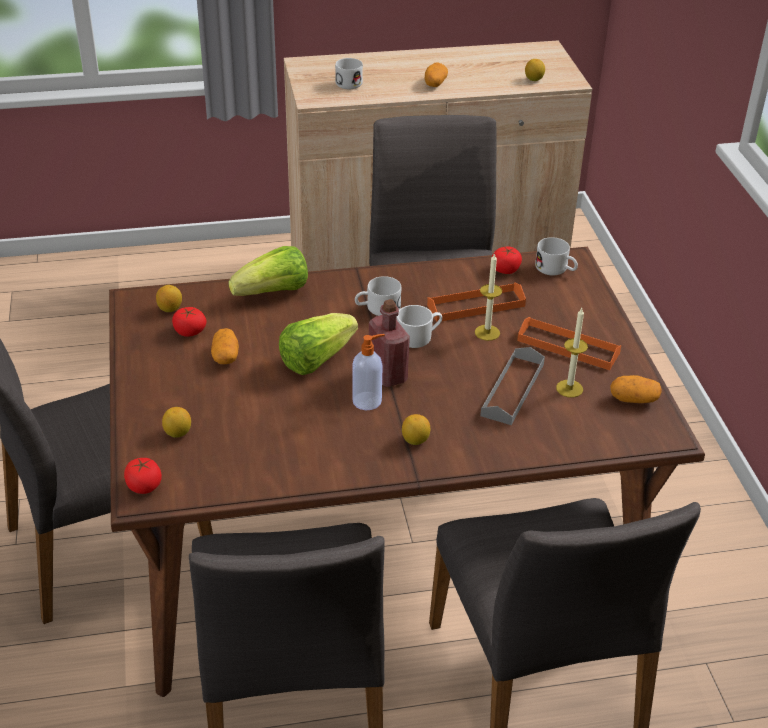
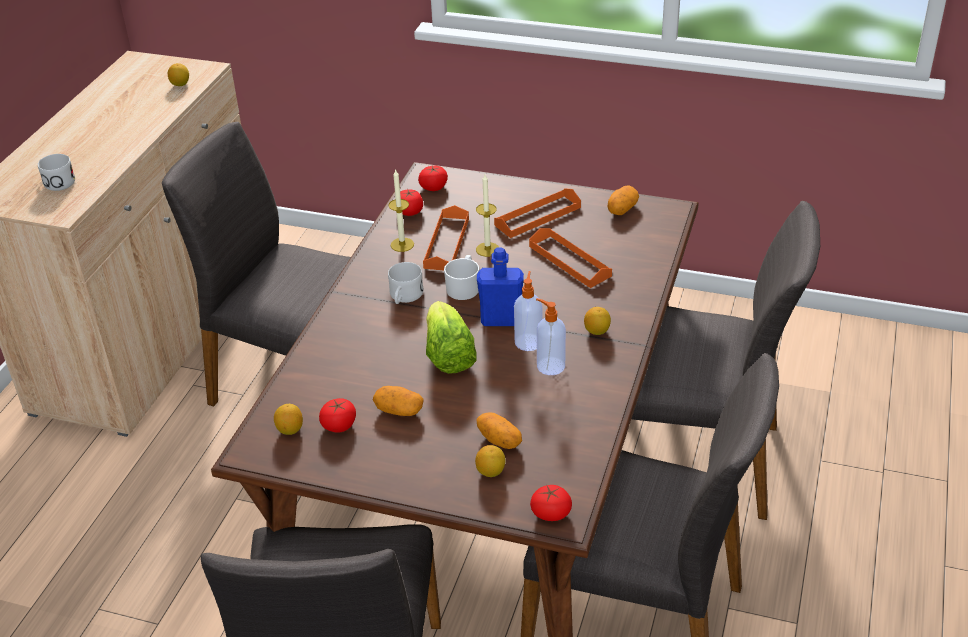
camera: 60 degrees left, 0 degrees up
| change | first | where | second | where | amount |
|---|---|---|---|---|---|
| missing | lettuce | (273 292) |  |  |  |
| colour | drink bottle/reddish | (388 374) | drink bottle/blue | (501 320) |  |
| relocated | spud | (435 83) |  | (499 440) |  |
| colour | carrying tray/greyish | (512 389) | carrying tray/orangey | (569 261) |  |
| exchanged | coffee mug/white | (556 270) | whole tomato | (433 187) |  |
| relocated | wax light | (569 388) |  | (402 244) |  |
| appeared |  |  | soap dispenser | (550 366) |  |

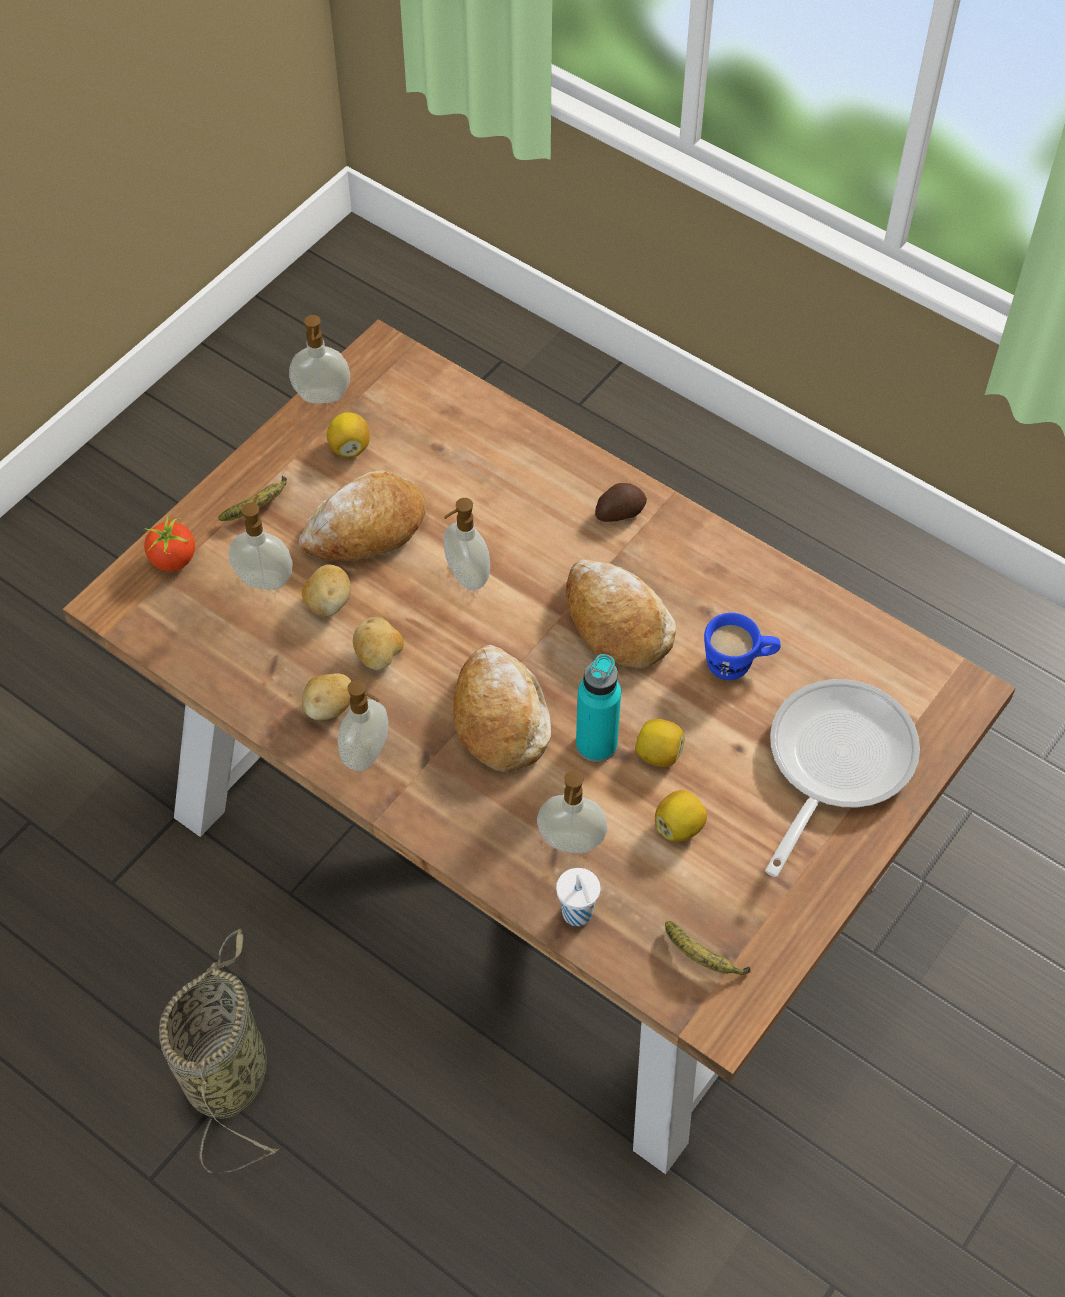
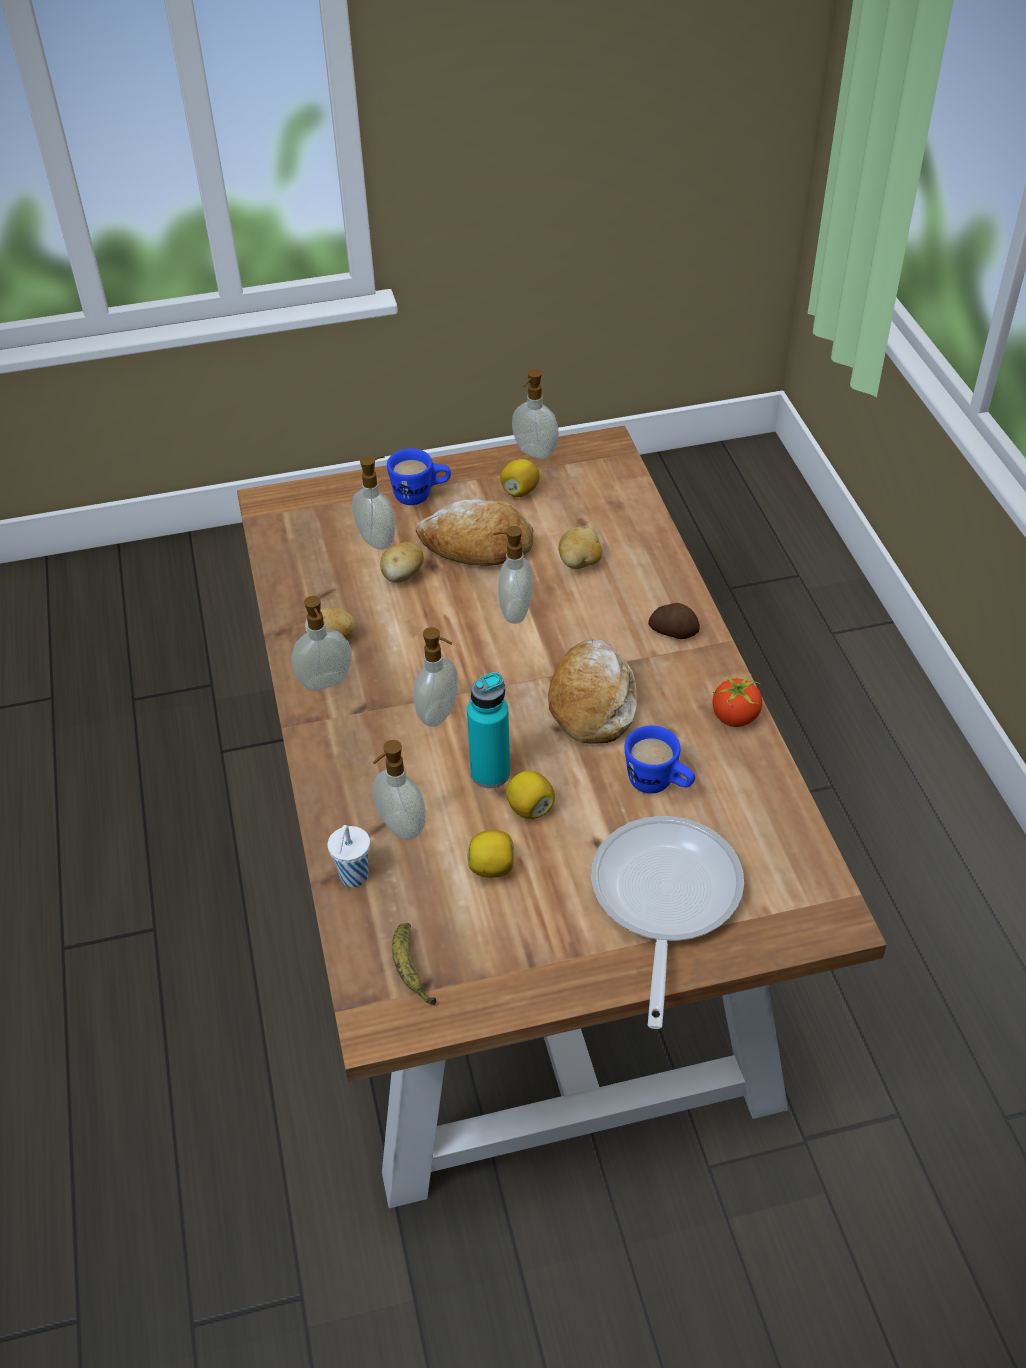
camera: 40 degrees right, 10 degrees down
| change | first | where | second | where | amount |
|---|---|---|---|---|---|
| relocated | whole tomato | (173 560) |  | (734 717) |  |
| missing | basket | (228 1069) |  |  |  |
| exchanged | banana | (259 507) | coffee mug/blue | (421 495) |  |
| relocated | spud | (379 656) |  | (580 563) |  |
| exchanged | bread | (499 718) | soap dispenser | (439 714) |  |
| spun | pan | (833 763) |  | (663 901) | 60 degrees counterclockwise |

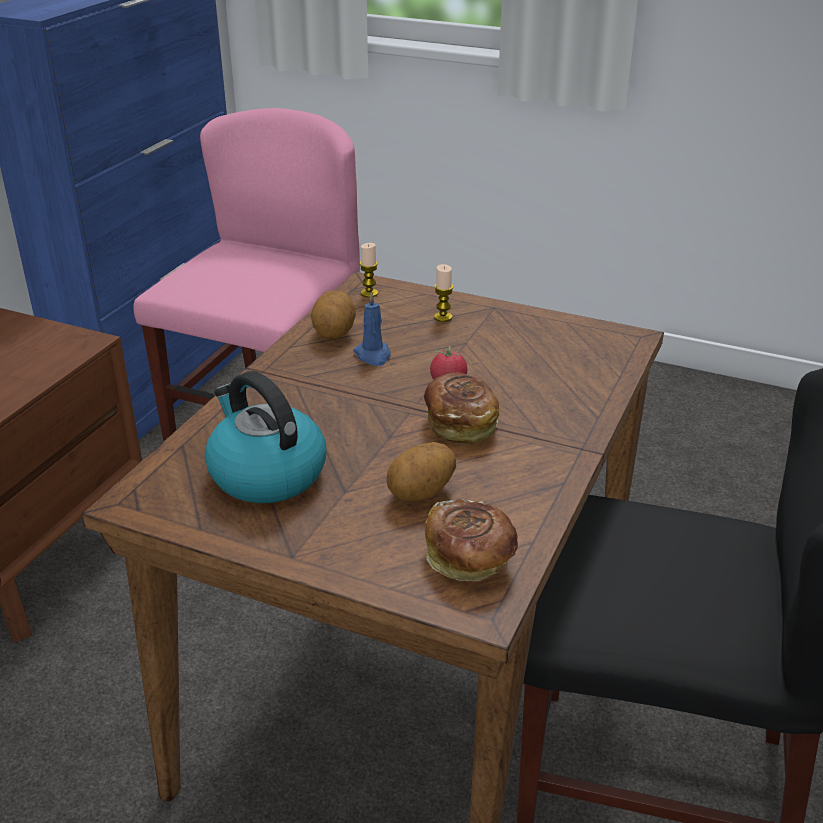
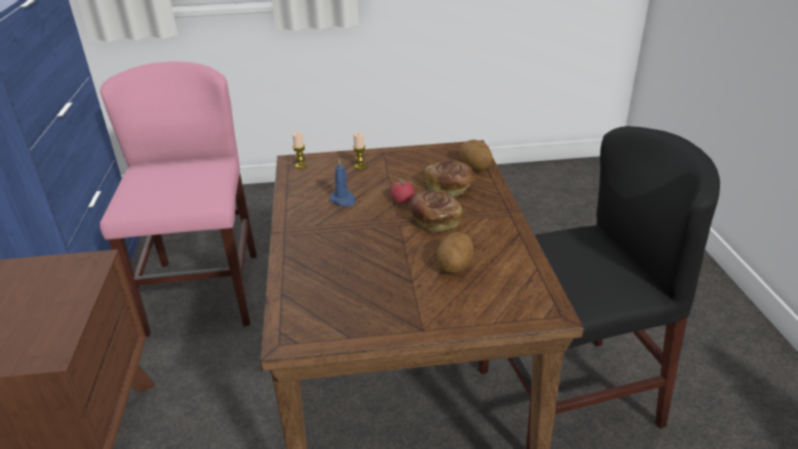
camera: 30 degrees left, 0 degrees up
| change | first | where | second | where | amount |
|---|---|---|---|---|---|
| missing | kettle | (265 474) |  |  |  |
| relocated | spud | (334 333) |  | (475 167) |  |
| relocated | bread | (470 559) |  | (450 189) |  |

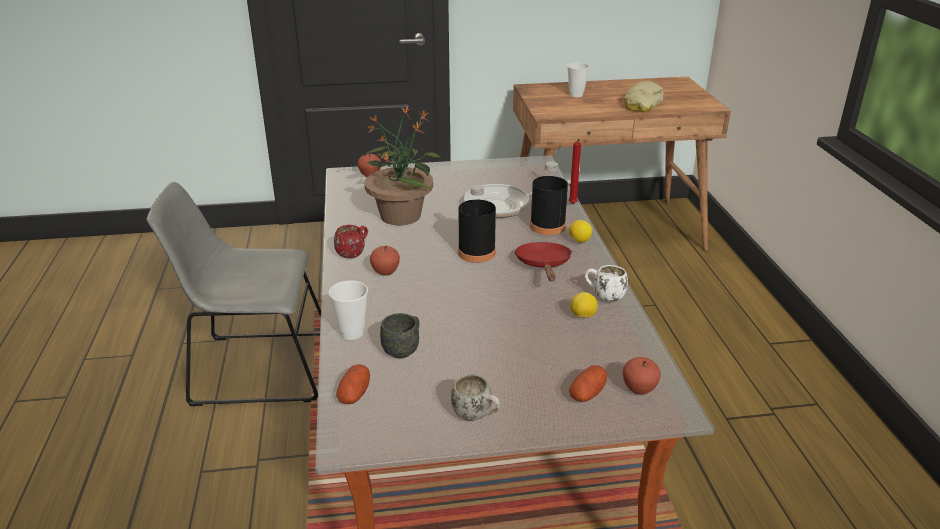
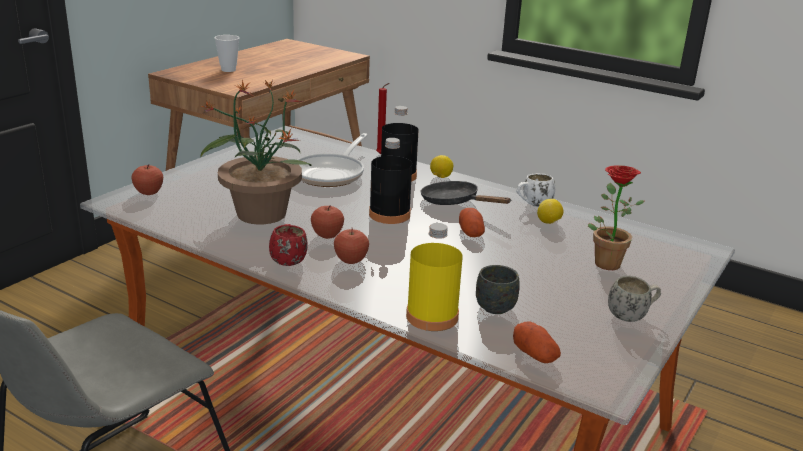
camera: 50 degrees left, 5 degrees down
| change | first | where | second | where | amount |
|---|---|---|---|---|---|
| exchanged | small cup | (352 333) | drink bottle/yellow | (432 316) |  |
| colour | pan/reddish | (543 265) | pan/black-coloured | (454 202) |  |
| relocated | spud | (587 393) |  | (471 232) |  |
| missing | bread | (641 104) |  |  |  |
| relocated | apple | (639 388) |  | (327 235) |  |
| appeared |  |  | houseplant | (604 261) |  |

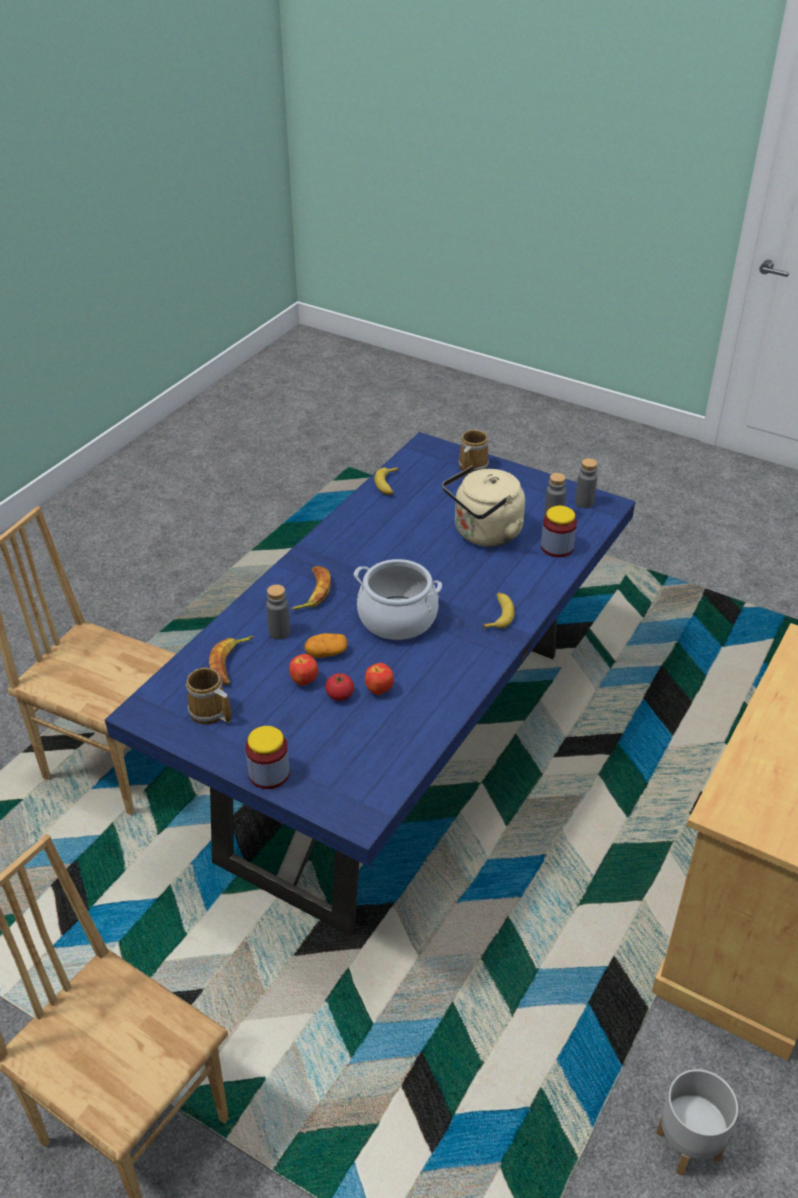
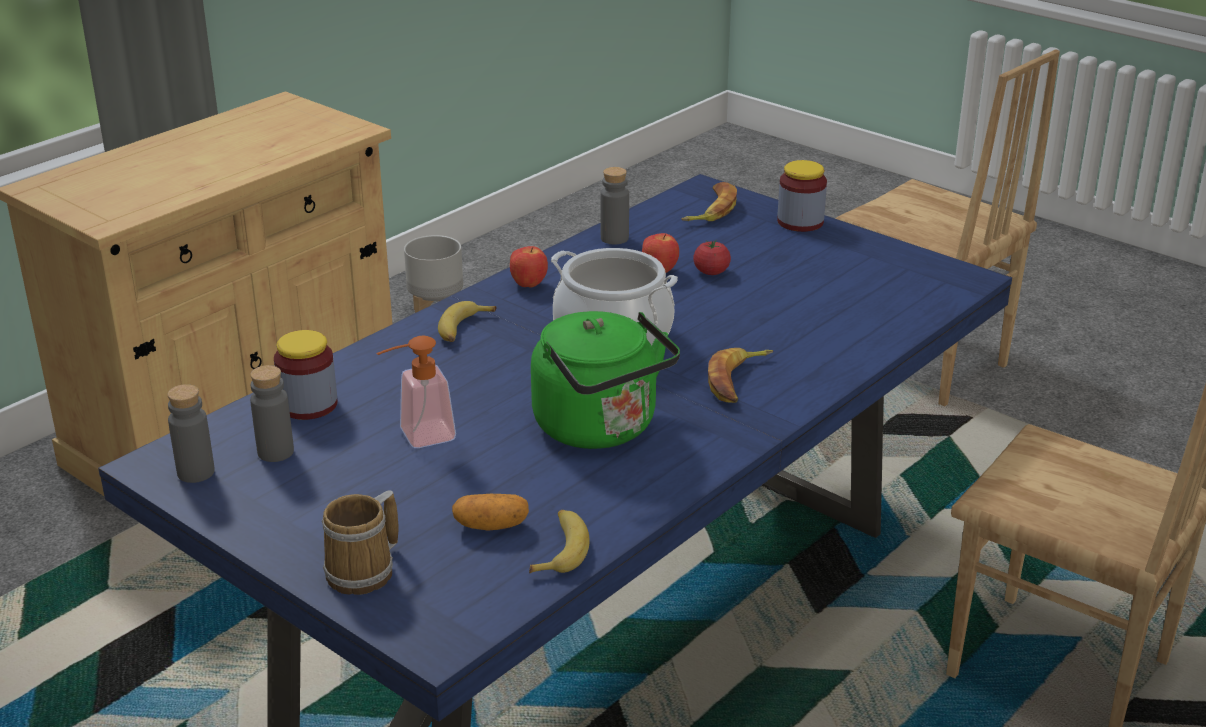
camera: 170 degrees left, 10 degrees down
| change | first | where | second | where | amount |
|---|---|---|---|---|---|
| missing | coffee mug | (209 713) |  |  |  |
| relocated | banana | (231 663) |  | (711 209) |  |
| relocated | drink bottle/greyish | (279 632) |  | (614 238) |  |
| relocated | apple | (304 681) |  | (529 285) |  |
| relocated | spud | (326 653) |  | (491 526) |  |
| exchanged | kettle/beige-coloured | (484 534) | soap dispenser | (417 437) |  |
| appeared |  |  | kettle/green | (601 429) |  |

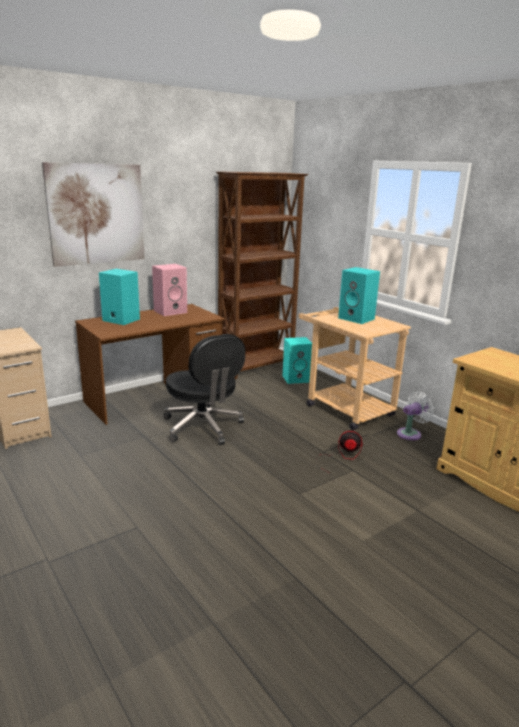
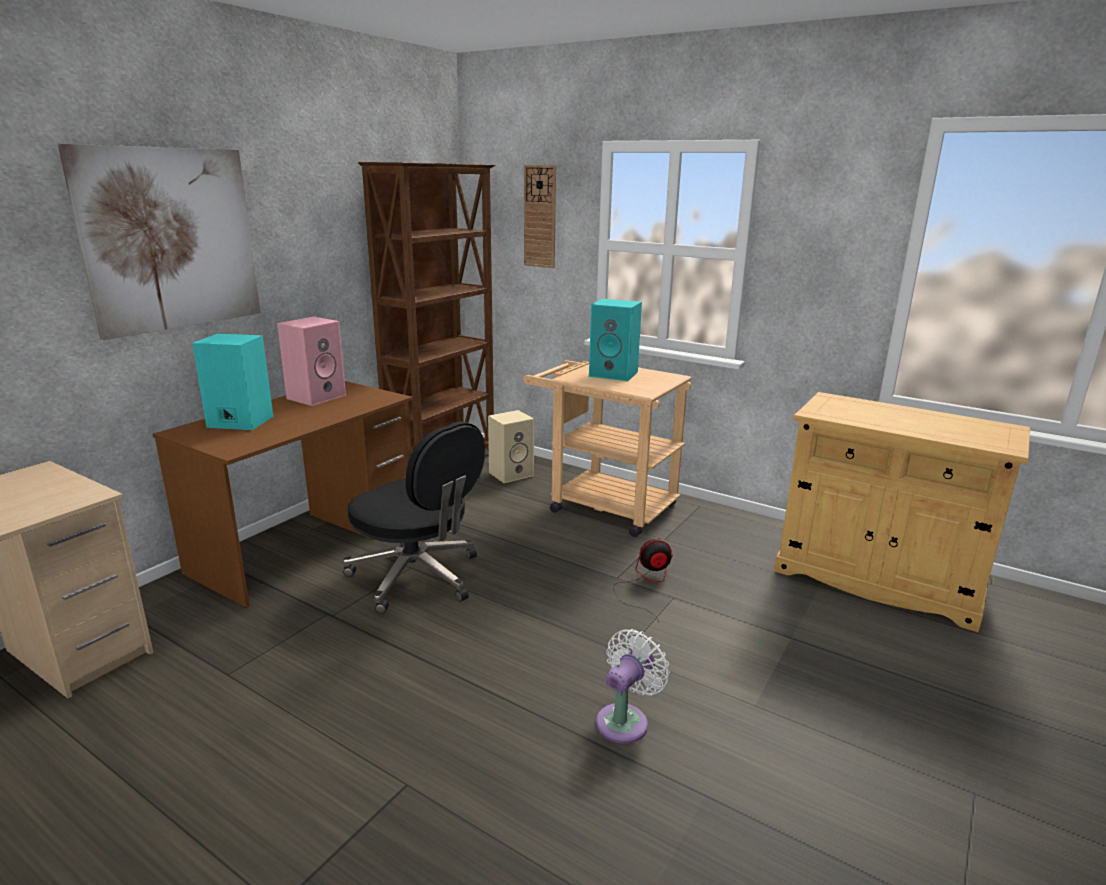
camera: 20 degrees left, 0 degrees up
| change | first | where | second | where | amount |
|---|---|---|---|---|---|
| colour | speaker/turquoise | (296 378) | speaker/beige-coloured | (511 473) |  |
| relocated | electric fan/white | (411 433) |  | (625 720) |  |
| appeared |  |  | wall clock | (540 217) |  |

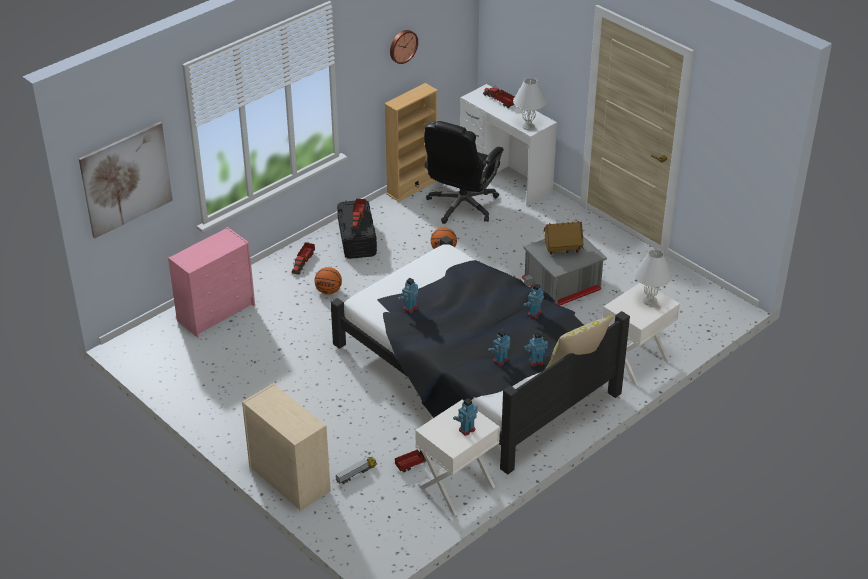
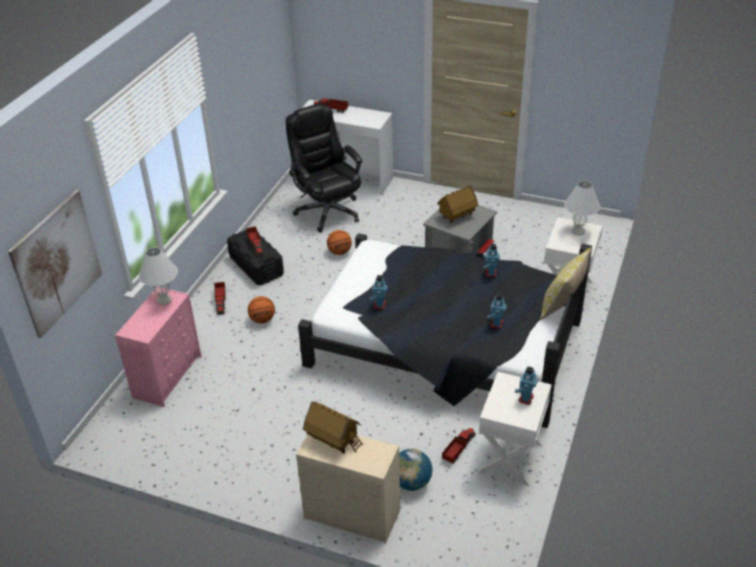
camera: 25 degrees left, 0 degrees up
| change | first | where | second | where | amount |
|---|---|---|---|---|---|
| exchanged | model truck | (356 474) | globe | (411 482) |  |
| missing | shelving unit/beige-coloured | (412 187) |  |  |  |
| missing | wall clock | (402 46) |  |  |  |
| spun | desk chair/black-coloured | (462 206) |  | (327 211) | 150 degrees clockwise |
| relocated | lamp for a table/white | (528 127) |  | (164 300) |  |
| missing | robot figure | (536 362) |  |  |  |
| appeared |  |  | model house | (333 440) |  |

